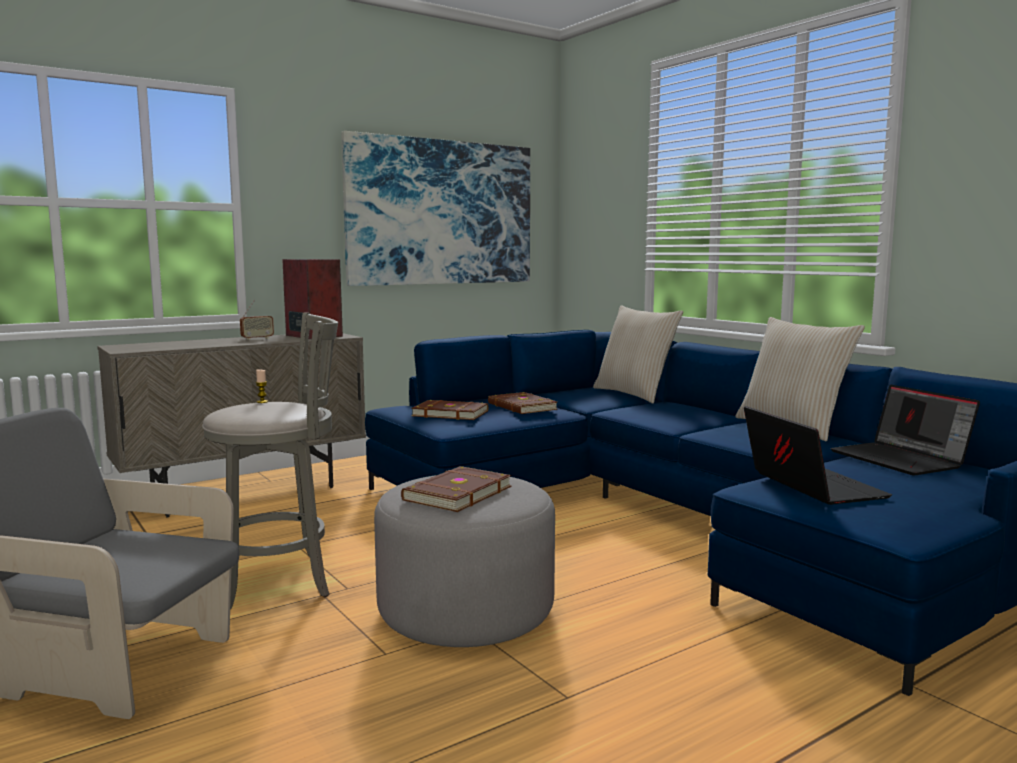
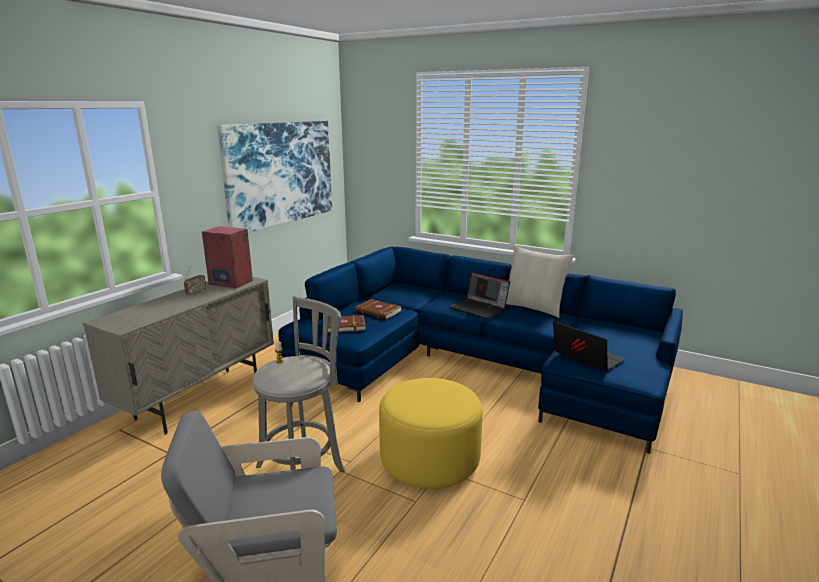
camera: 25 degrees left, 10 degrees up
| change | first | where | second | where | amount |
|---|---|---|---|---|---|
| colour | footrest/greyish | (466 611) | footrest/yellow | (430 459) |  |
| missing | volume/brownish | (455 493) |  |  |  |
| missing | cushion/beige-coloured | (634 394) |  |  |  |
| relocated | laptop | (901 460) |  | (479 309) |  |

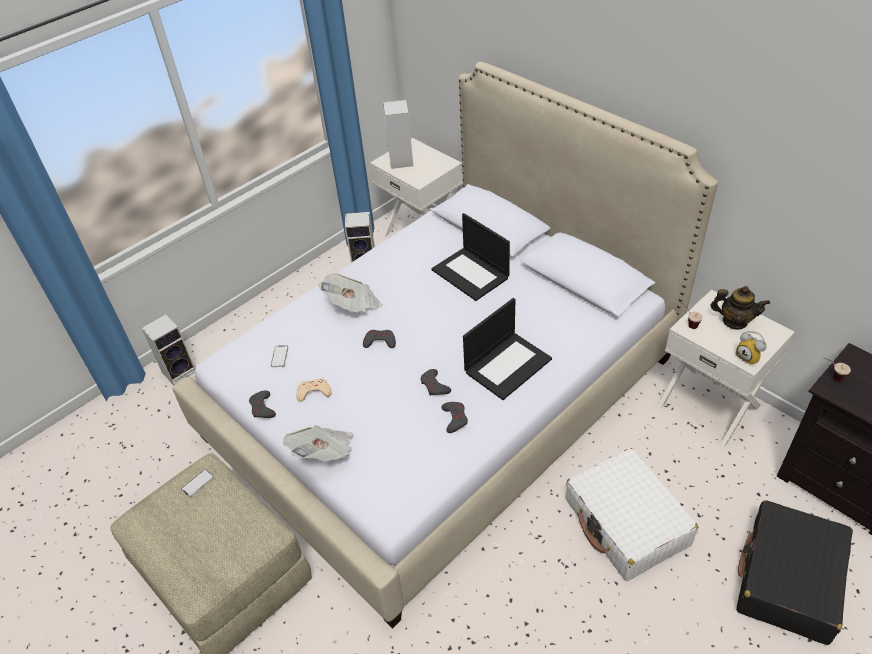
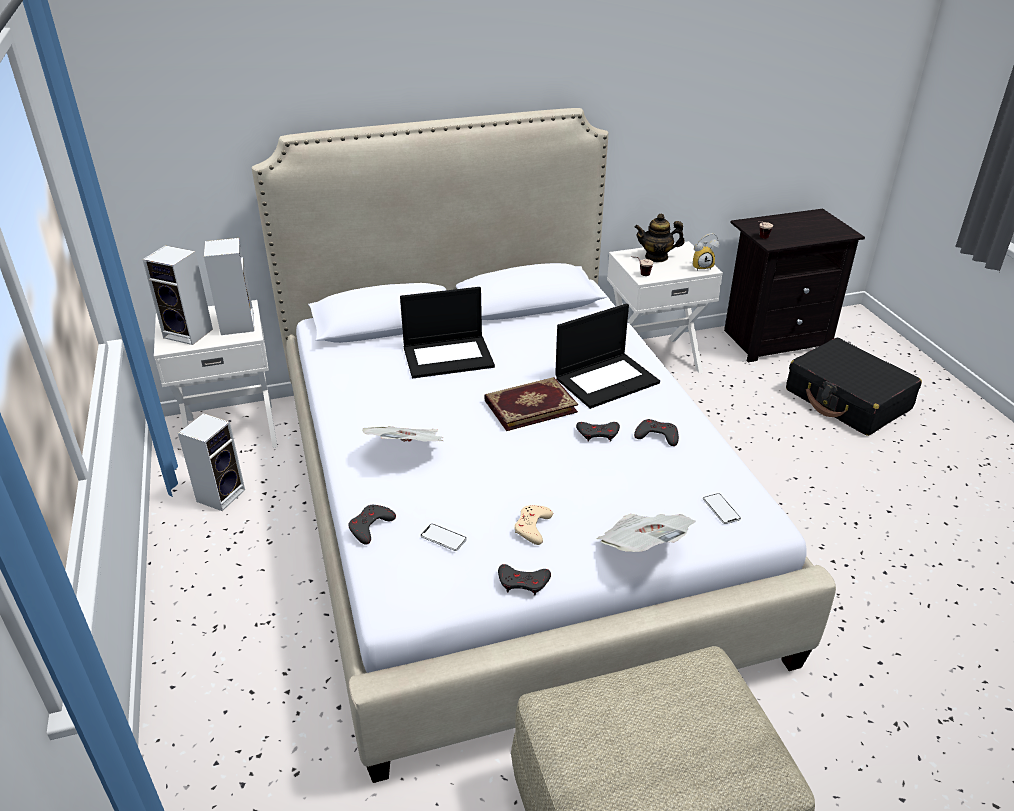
camera: 65 degrees left, 10 degrees down
| change | first | where | second | where | amount |
|---|---|---|---|---|---|
| relocated | speaker | (180 370) |  | (236 324) |  |
| relocated | phone | (197 483) |  | (721 509) |  |
| relocated | joypad/greyish | (380 341) |  | (370 527) |  |
| spun | laptop | (508 364) |  | (607 379) | 75 degrees clockwise |
| missing | suitcase/white | (626 523) |  |  |  |
| spun | tea pot | (734 321) |  | (656 257) | 135 degrees counterclockwise |
| appeared |  |  | volume | (530 405) |  |

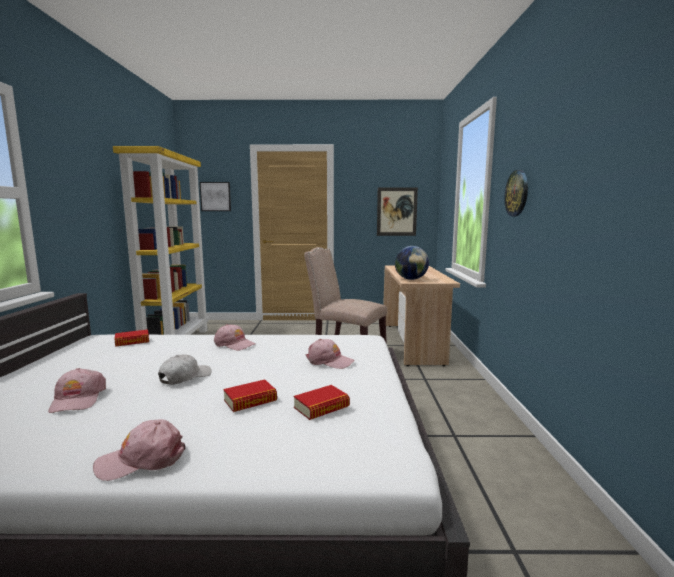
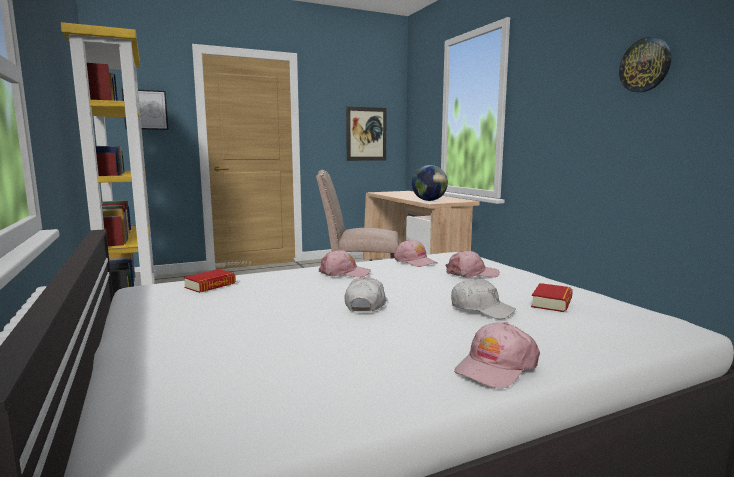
camera: 25 degrees left, 0 degrees up
| change | first | where | second | where | amount |
|---|---|---|---|---|---|
| relocated | peaked cap/pink | (78 399) |  | (415 261) |  |
| exchanged | volume | (250 400) | peaked cap/white | (481 309) |  |
| relocated | wall clock | (517 193) |  | (645 65) |  |

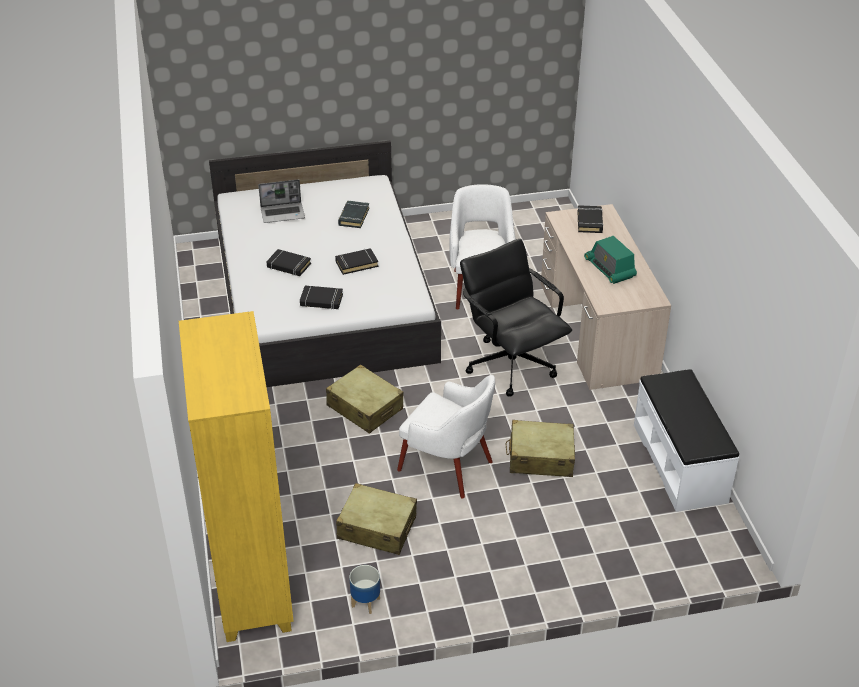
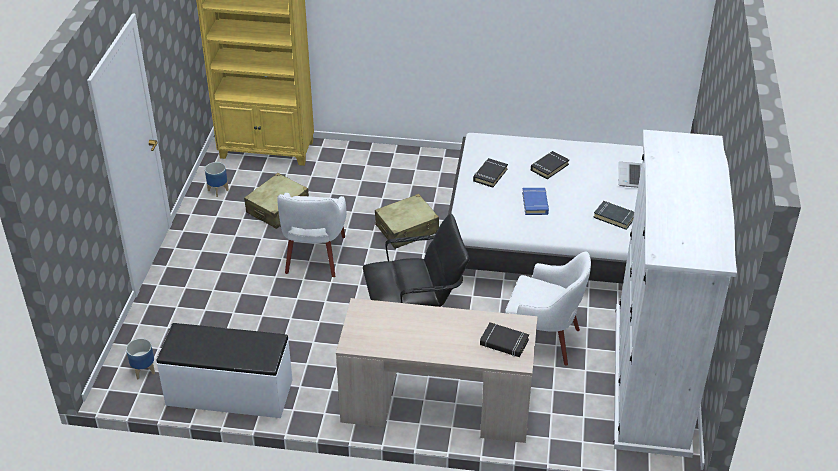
camera: 110 degrees right, 0 degrees up
| change | first | where | second | where | amount |
|---|---|---|---|---|---|
| colour | volume/black-coloured | (356 264) | volume/blue | (535 203) |  |
| spun | lounge chair/white | (447 467) |  | (314 256) | 45 degrees counterclockwise |
| missing | suitcase/beige-coloured | (540 457) |  |  |  |
| missing | radio receiver | (610 269) |  |  |  |
| appeared |  |  | plant pot | (143 370) |  |
| appeared |  |  | clothes cupboard/white | (651 378) |  |

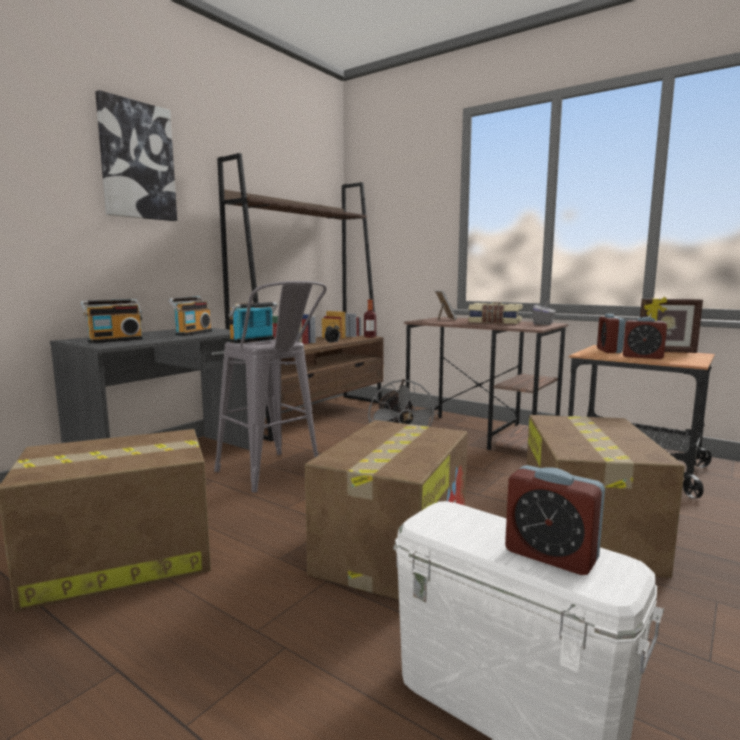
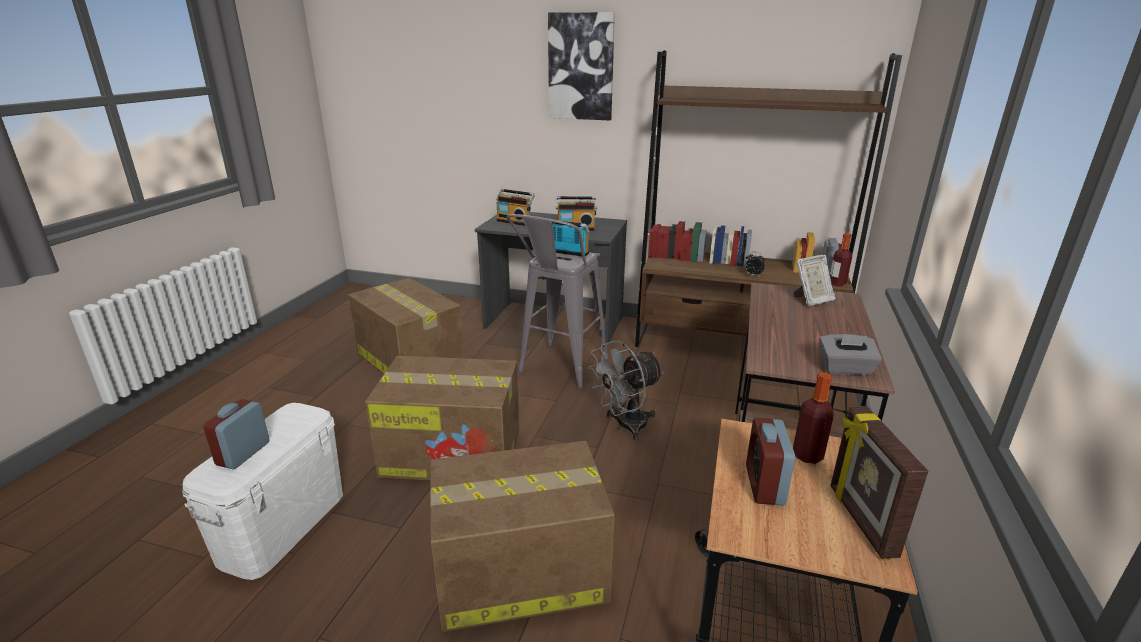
camera: 70 degrees right, 15 degrees up
| change | first | where | second | where | amount |
|---|---|---|---|---|---|
| missing | volume | (494 322) |  |  |  |
| exchanged | alarm clock | (609 351) | drink bottle | (807 455) |  |

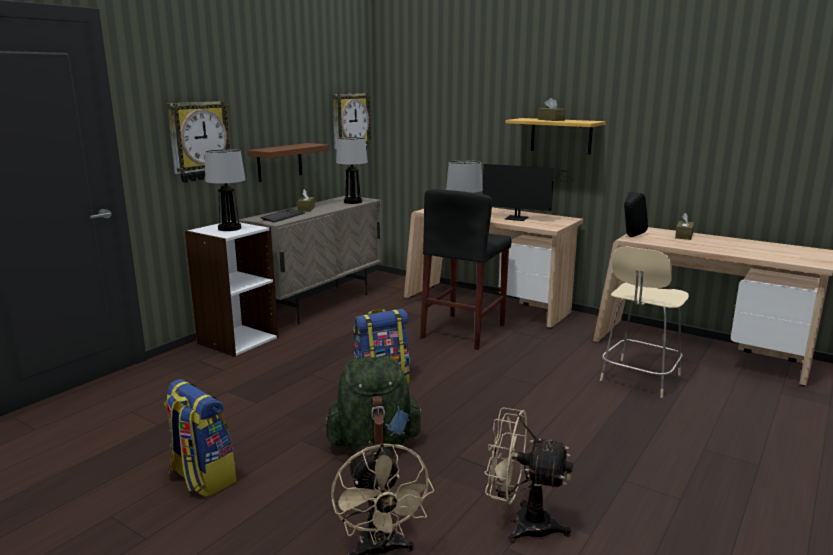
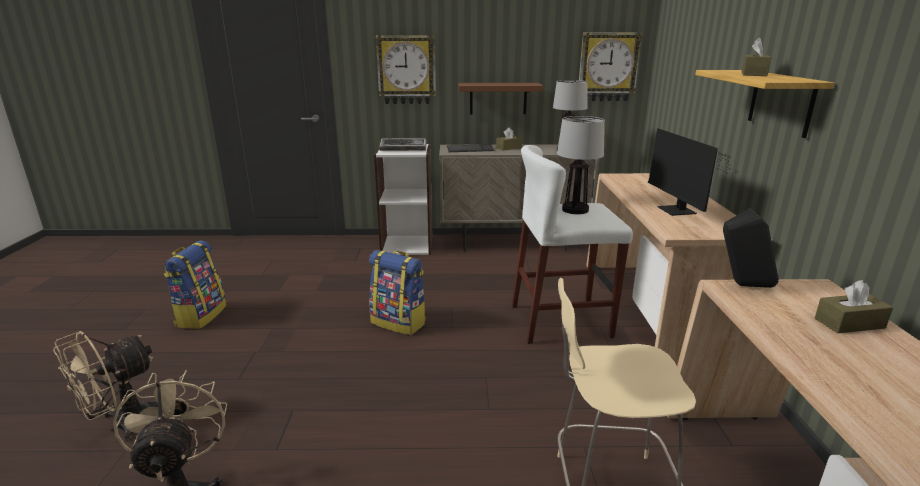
camera: 55 degrees right, 5 degrees up
| change | first | where | second | where | amount |
|---|---|---|---|---|---|
| exchanged | lamp for a table | (229 228) | PC keyboard | (404 148) |  |
| missing | rucksack/green | (374 443) |  |  |  |
| colour | stool seat/black-coloured | (463 331) | stool seat/white | (560 321) |  |

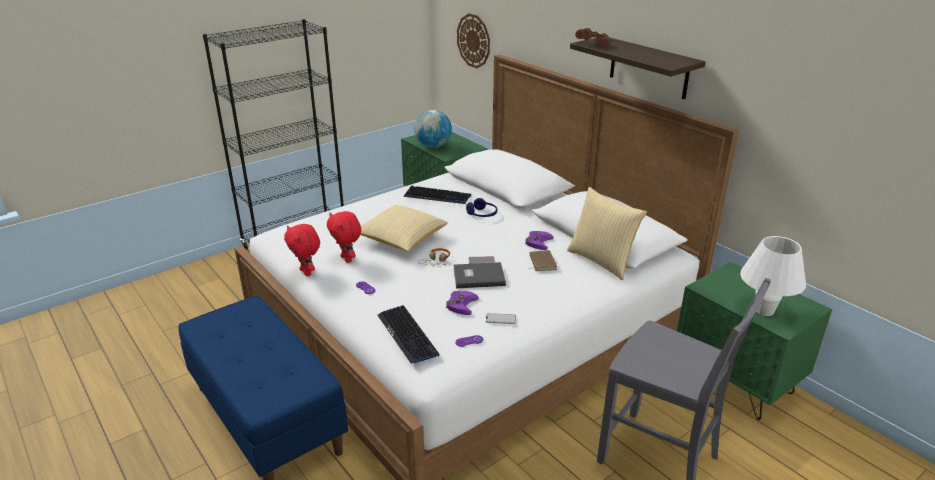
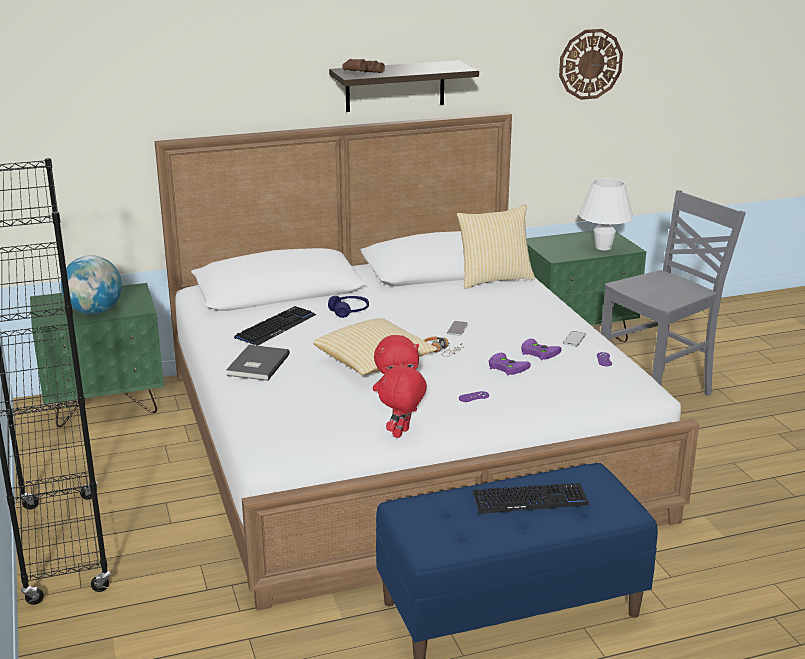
camera: 70 degrees left, 5 degrees down
| change | first | where | second | where | amount |
|---|---|---|---|---|---|
| spun | cuddly toy/reddish | (307 272) |  | (402 433) | 135 degrees clockwise |
| relocated | PC keyboard | (407 335) |  | (530 500) |  |
| relocated | volume/greyish | (478 276) |  | (256 365) |  |
| relocated | wall clock | (473 41) |  | (590 64) |  |
| relocated | joypad/purplish | (537 241) |  | (506 367) |  |
| missing | volume/brownish | (541 262) |  |  |  |

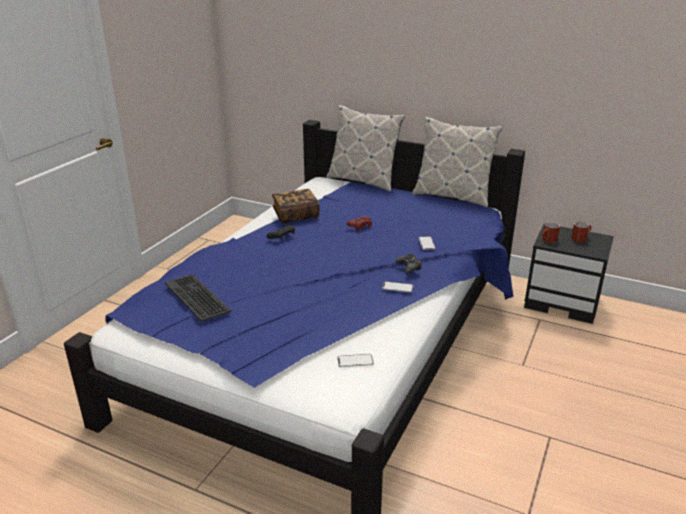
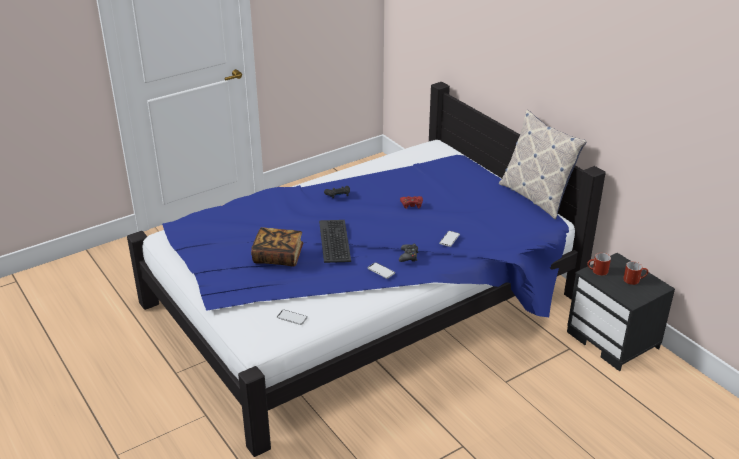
camera: 30 degrees right, 5 degrees up
| change | first | where | second | where | amount |
|---|---|---|---|---|---|
| relocated | PC keyboard | (197 297) |  | (335 241) |  |
| relocated | volume | (296 215) |  | (278 256) |  |
| missing | cushion | (363 180) |  |  |  |

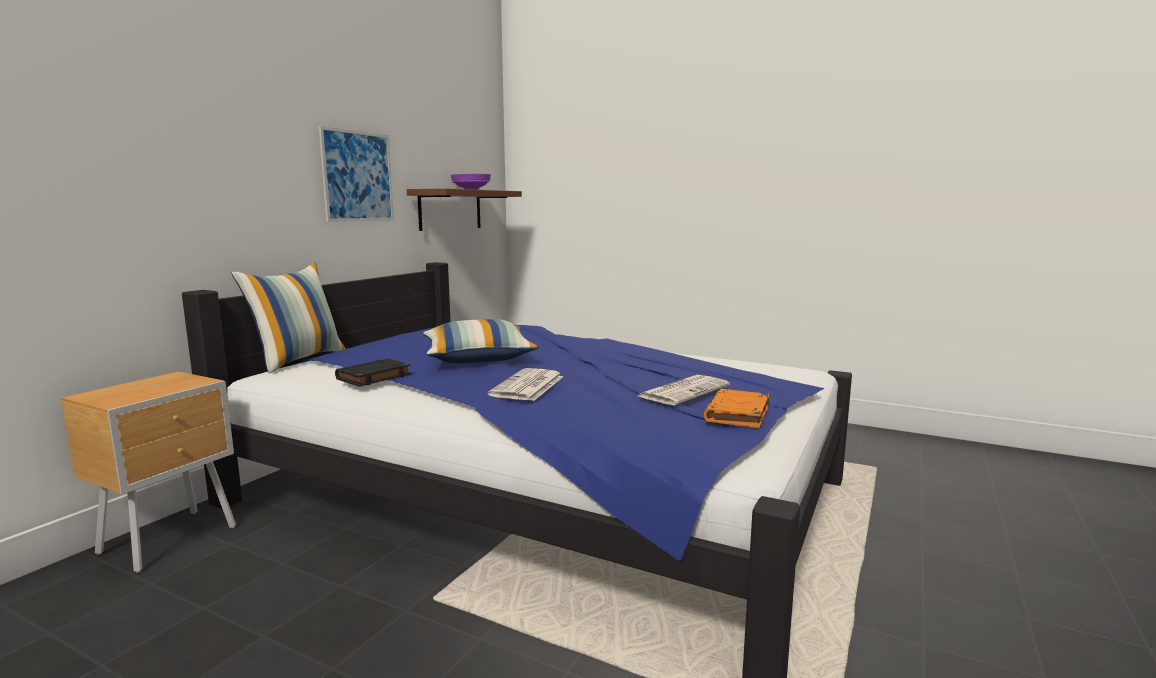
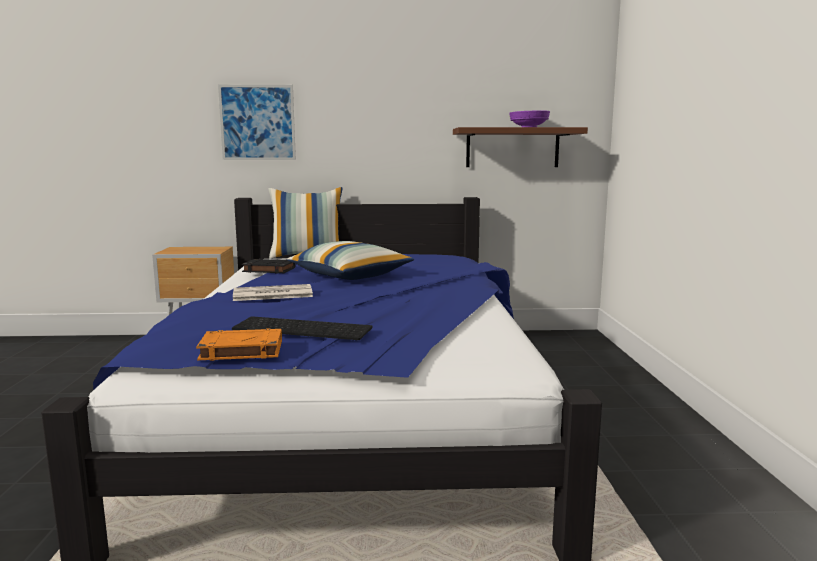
camera: 60 degrees right, 0 degrees up
| change | first | where | second | where | amount |
|---|---|---|---|---|---|
| relocated | picture | (358 176) |  | (257 122) |  |
| exchanged | newspaper | (684 391) | PC keyboard | (304 328) |  |

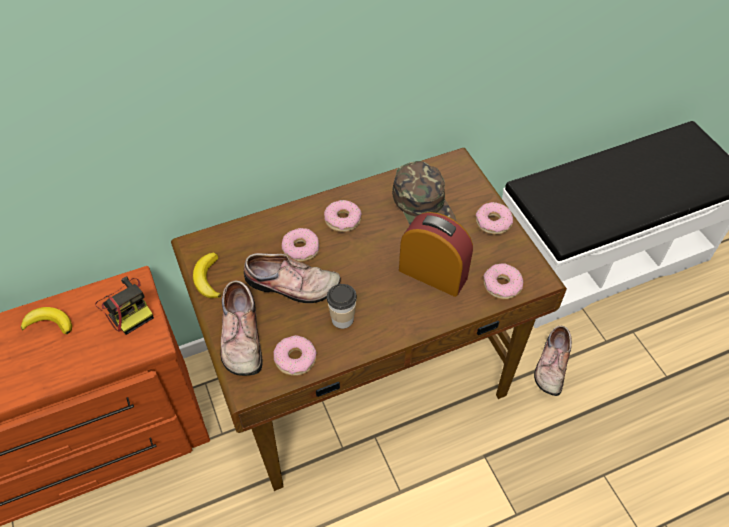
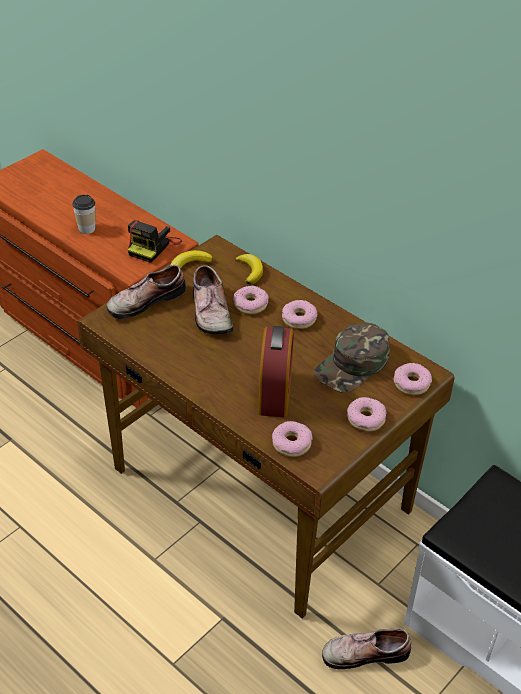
camera: 65 degrees right, 10 degrees down
| change | first | where | second | where | amount |
|---|---|---|---|---|---|
| relocated | banana | (49 323) |  | (250 271) |  |
| relocated | donut | (295 359) |  | (411 383) |  |
| relocated | small cup | (342 319) |  | (86 228) |  |

